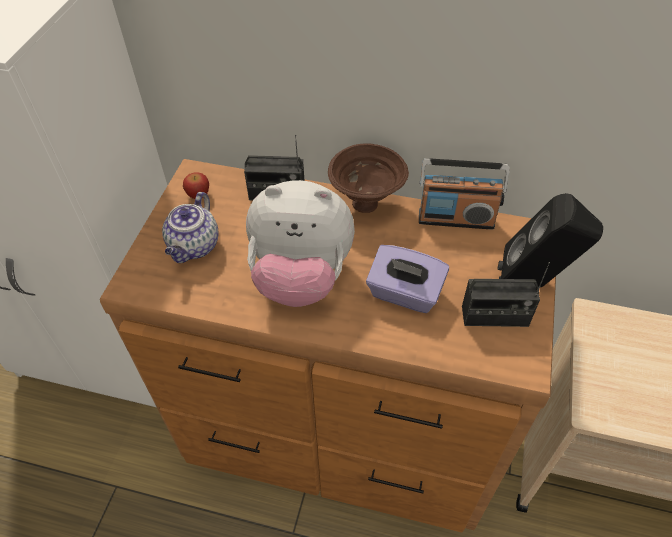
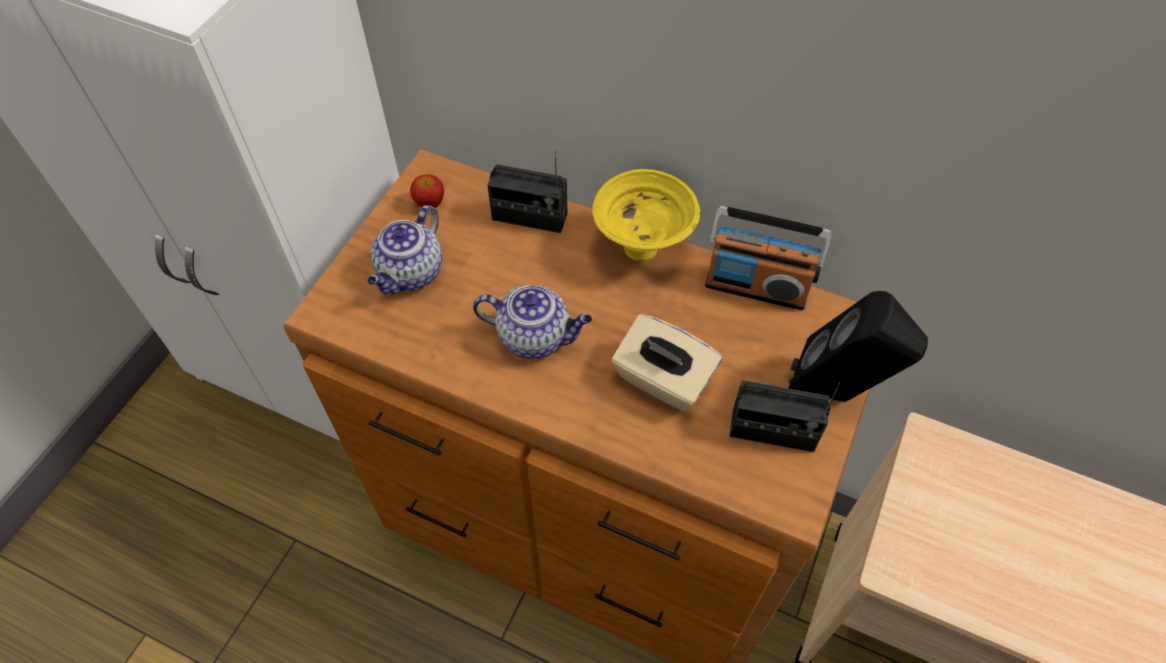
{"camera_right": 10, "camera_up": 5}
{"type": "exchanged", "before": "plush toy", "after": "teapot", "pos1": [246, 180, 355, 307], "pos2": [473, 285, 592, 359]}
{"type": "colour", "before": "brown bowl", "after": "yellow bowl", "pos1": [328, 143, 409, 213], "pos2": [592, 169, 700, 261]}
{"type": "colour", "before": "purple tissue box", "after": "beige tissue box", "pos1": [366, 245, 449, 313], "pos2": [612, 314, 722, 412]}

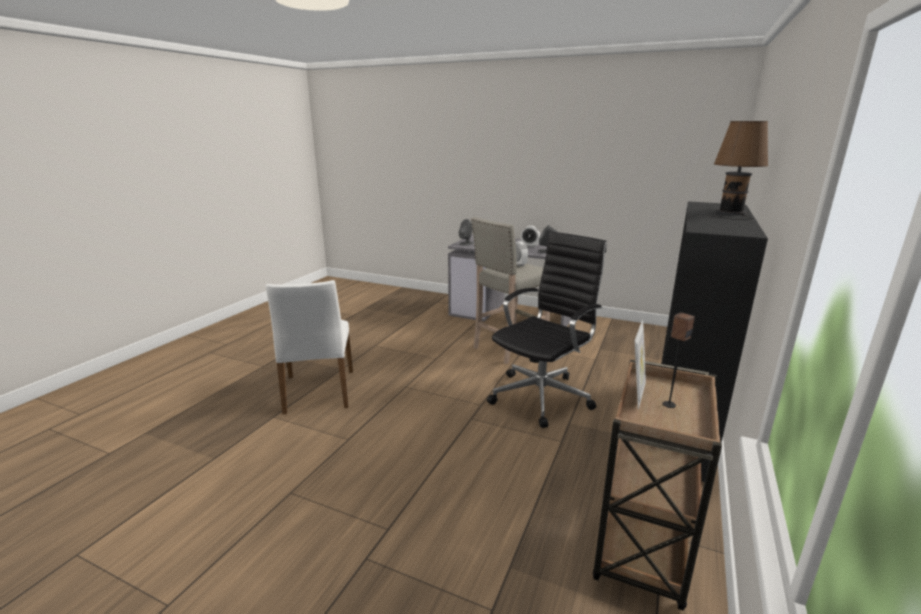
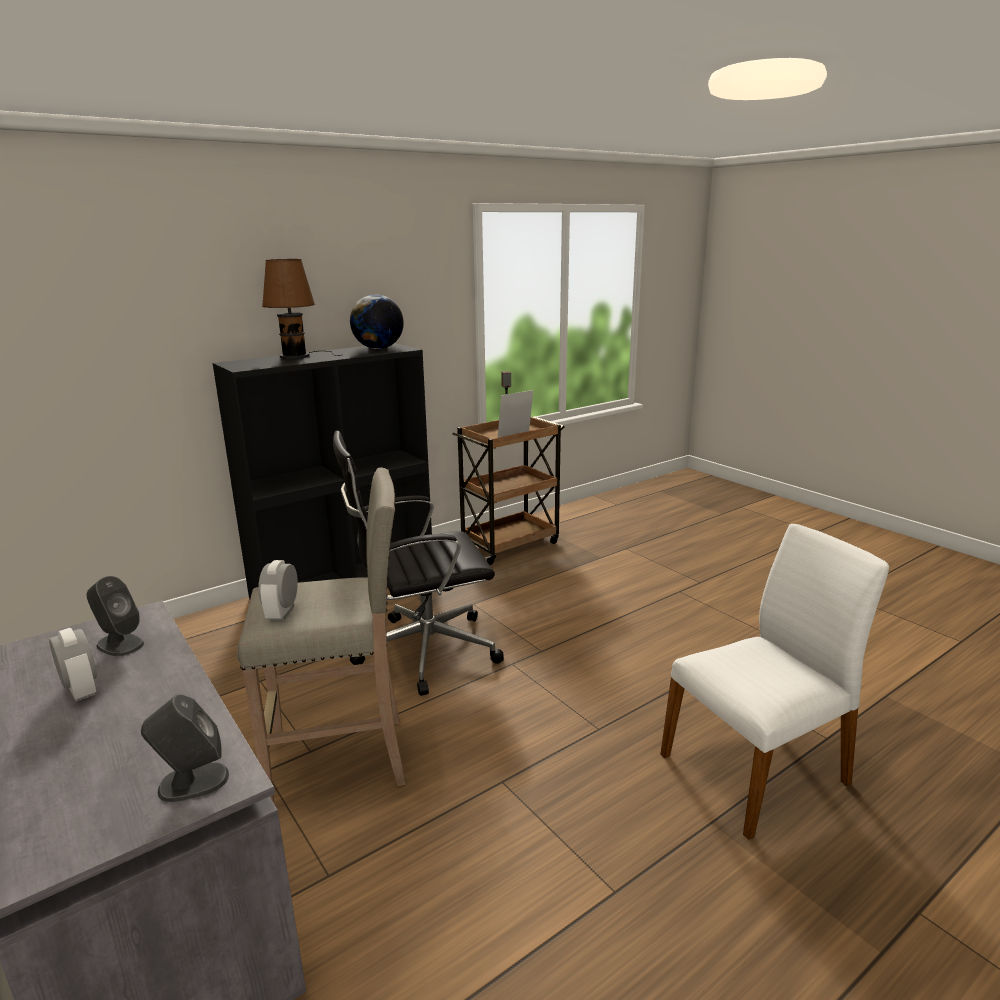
{"camera_right": -150, "camera_up": 0}
{"type": "appeared", "after": "globe", "pos2": [350, 294, 404, 349]}
{"type": "spun", "before": "white chair", "pos1": [266, 280, 353, 415], "pos2": [660, 524, 889, 840], "turn": 45}

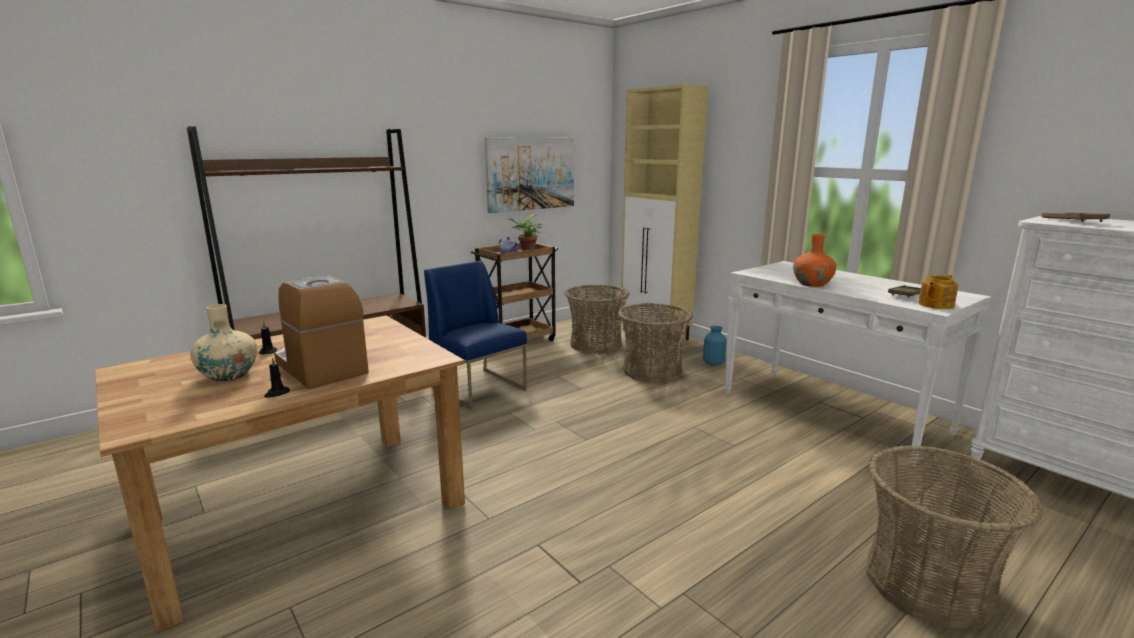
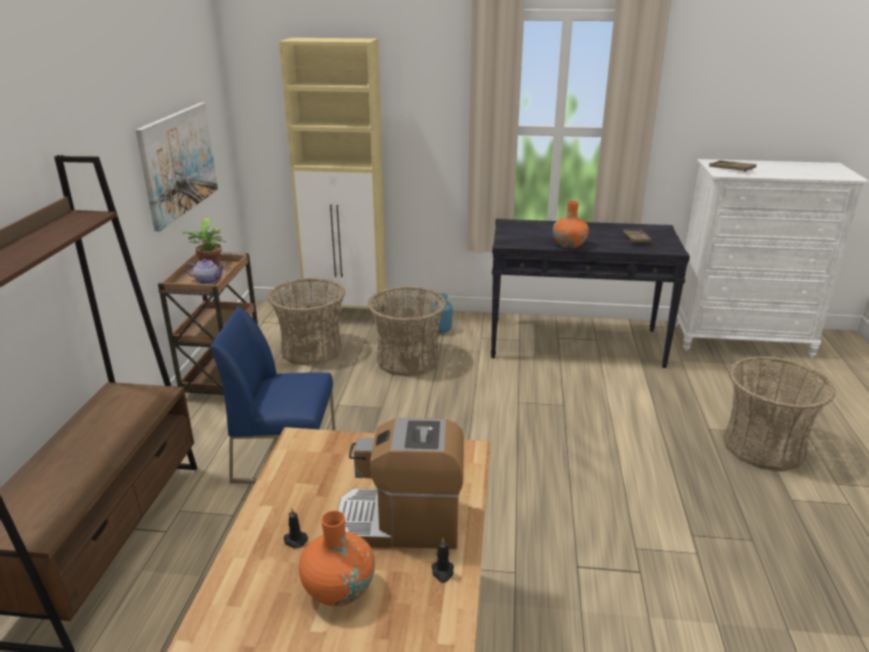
{"camera_right": -45, "camera_up": 10}
{"type": "missing", "before": "teapot", "pos1": [918, 274, 959, 309]}
{"type": "colour", "before": "beige vase", "after": "orange vase", "pos1": [190, 304, 257, 381], "pos2": [299, 511, 375, 606]}
{"type": "colour", "before": "white console table", "after": "black console table", "pos1": [724, 261, 992, 466], "pos2": [491, 219, 690, 368]}

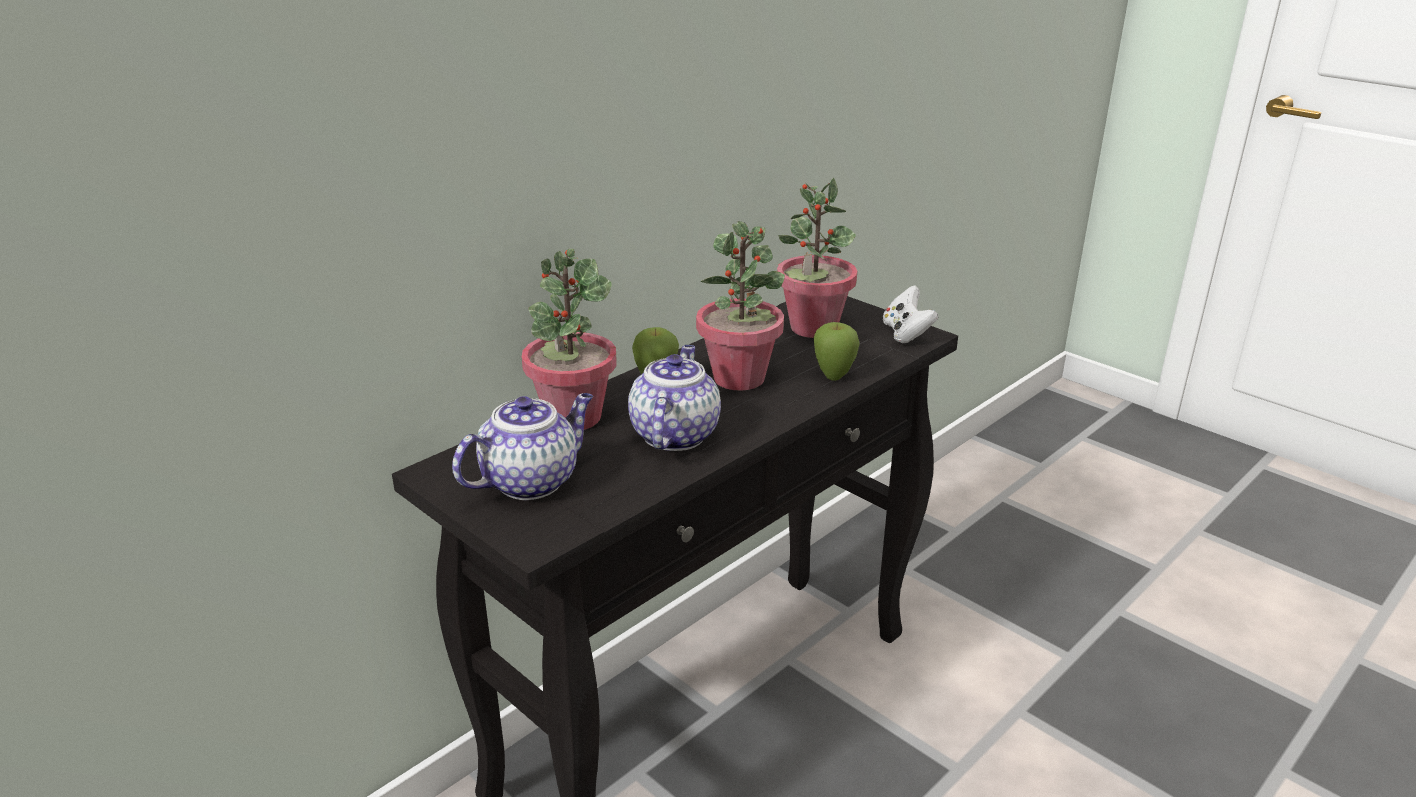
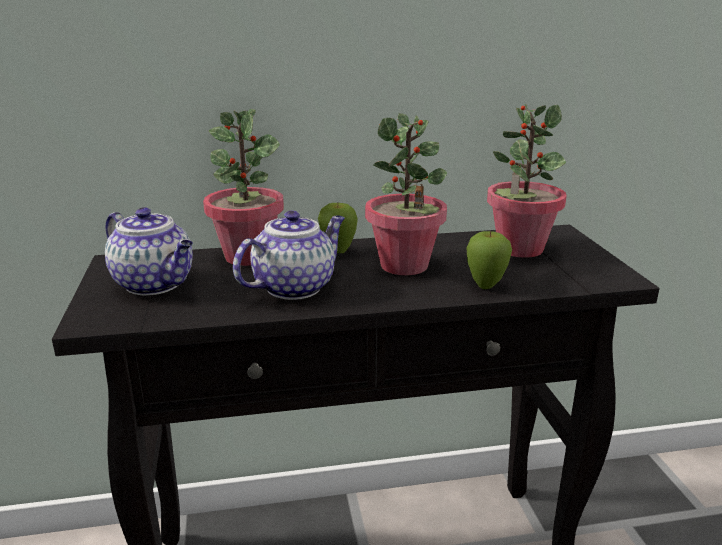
{"camera_right": 35, "camera_up": -5}
{"type": "missing", "before": "white game controller", "pos1": [883, 286, 939, 343]}
{"type": "spun", "before": "teapot", "pos1": [452, 393, 593, 500], "pos2": [105, 207, 193, 295], "turn": 45}

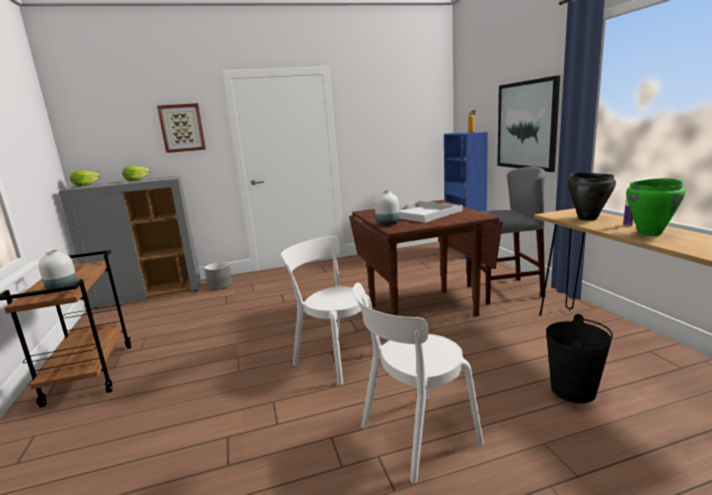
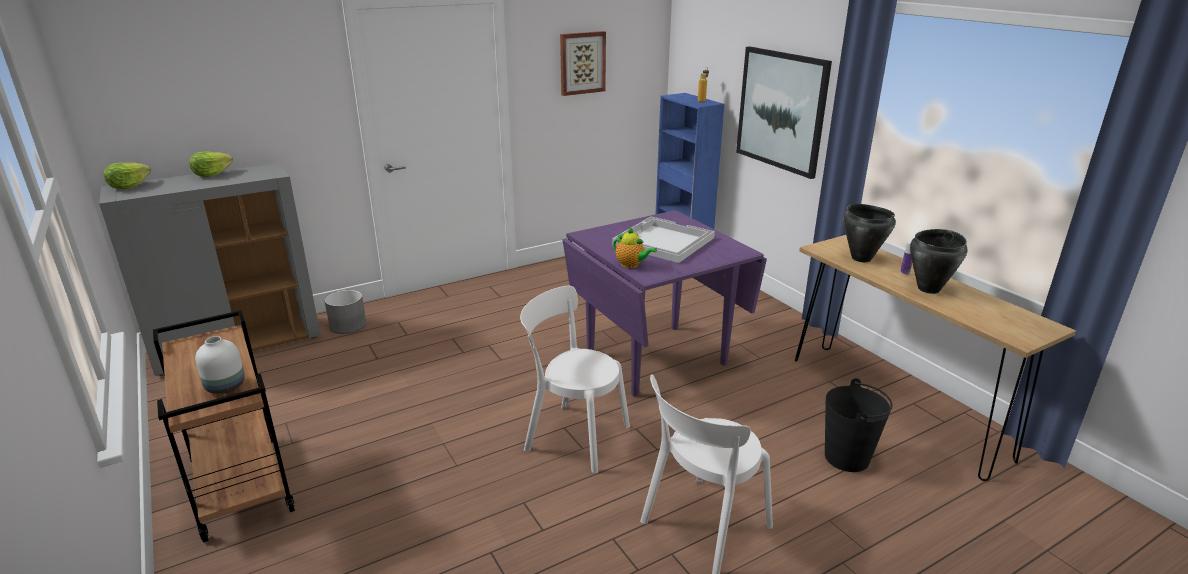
{"camera_right": -15, "camera_up": 10}
{"type": "missing", "before": "grey stool", "pos1": [467, 167, 546, 305]}
{"type": "relocated", "before": "picture", "pos1": [157, 103, 206, 153], "pos2": [560, 31, 606, 96]}
{"type": "exchanged", "before": "white vase", "after": "teapot", "pos1": [375, 190, 399, 226], "pos2": [613, 227, 657, 268]}
{"type": "colour", "before": "brown dining table", "after": "purple dining table", "pos1": [349, 200, 503, 317], "pos2": [562, 210, 767, 397]}
{"type": "colour", "before": "green cooking pot", "after": "black cooking pot", "pos1": [626, 178, 685, 236], "pos2": [910, 229, 967, 294]}

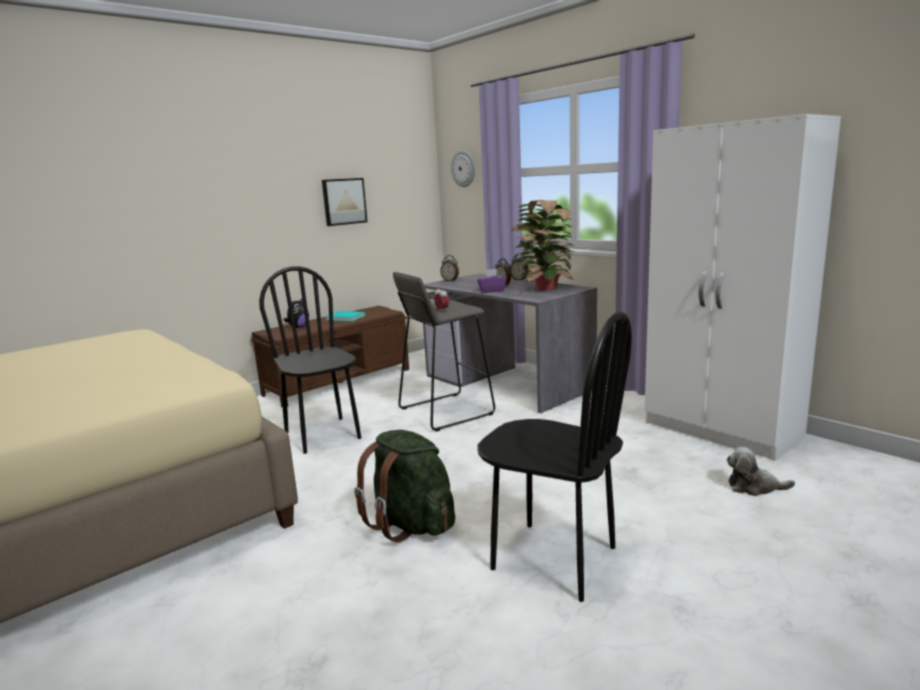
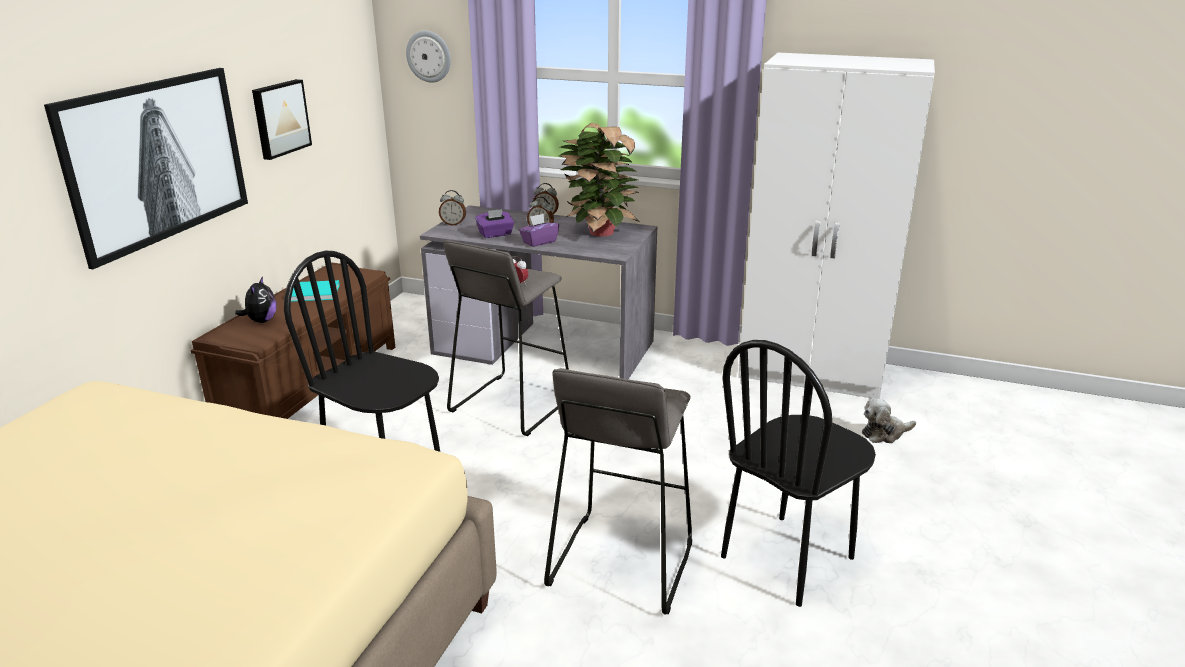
{"camera_right": -30, "camera_up": 10}
{"type": "appeared", "after": "picture", "pos2": [44, 68, 248, 269]}
{"type": "appeared", "after": "purple tissue box", "pos2": [475, 209, 514, 238]}
{"type": "exchanged", "before": "green backpack", "after": "grey stool", "pos1": [354, 430, 455, 542], "pos2": [544, 368, 692, 614]}
{"type": "spun", "before": "black chair", "pos1": [477, 311, 632, 602], "pos2": [721, 340, 876, 607], "turn": 135}

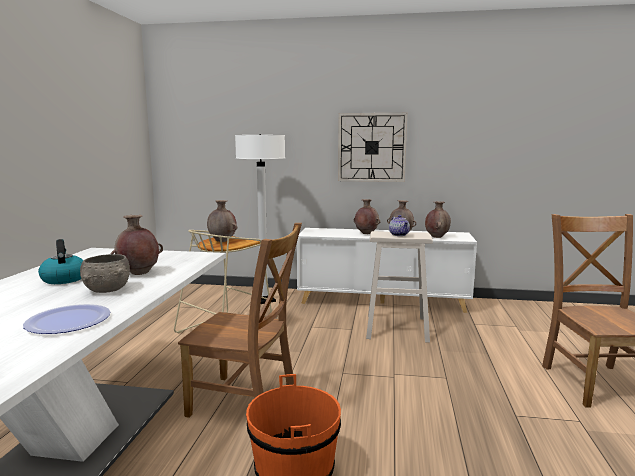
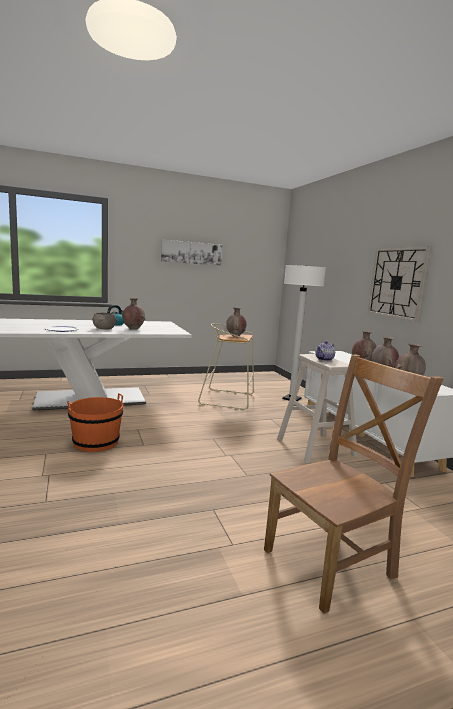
{"camera_right": 60, "camera_up": 0}
{"type": "missing", "before": "brown chair", "pos1": [178, 223, 302, 418]}
{"type": "appeared", "after": "picture", "pos2": [161, 240, 222, 266]}

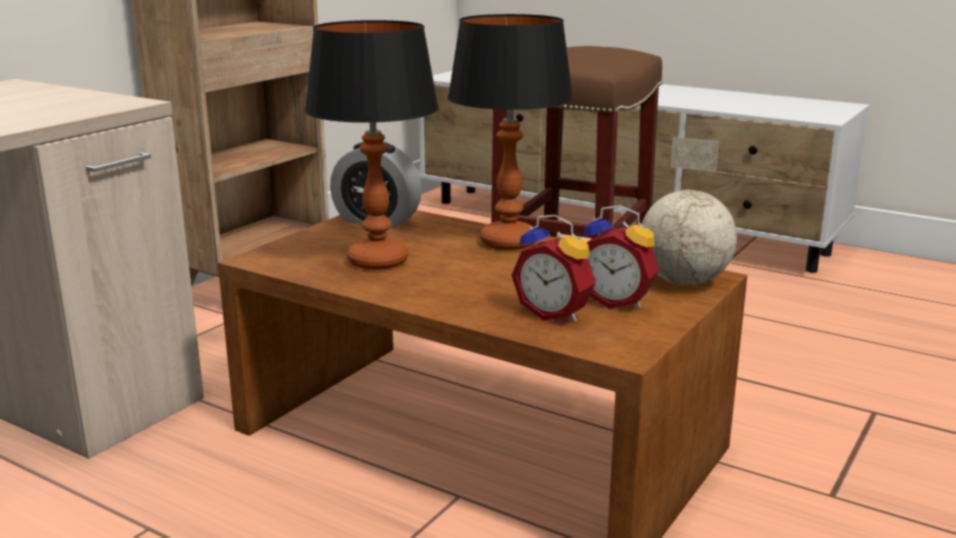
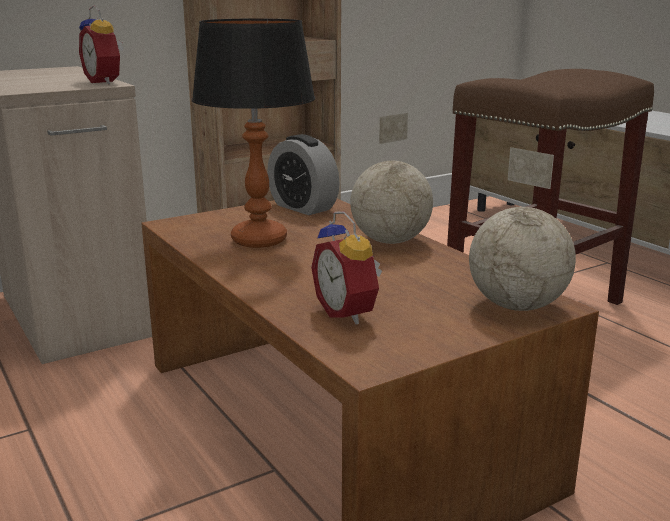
{"camera_right": 25, "camera_up": 0}
{"type": "relocated", "before": "alarm clock", "pos1": [583, 205, 659, 309], "pos2": [79, 5, 124, 84]}
{"type": "exchanged", "before": "table lamp", "after": "globe", "pos1": [448, 14, 574, 250], "pos2": [350, 113, 433, 244]}

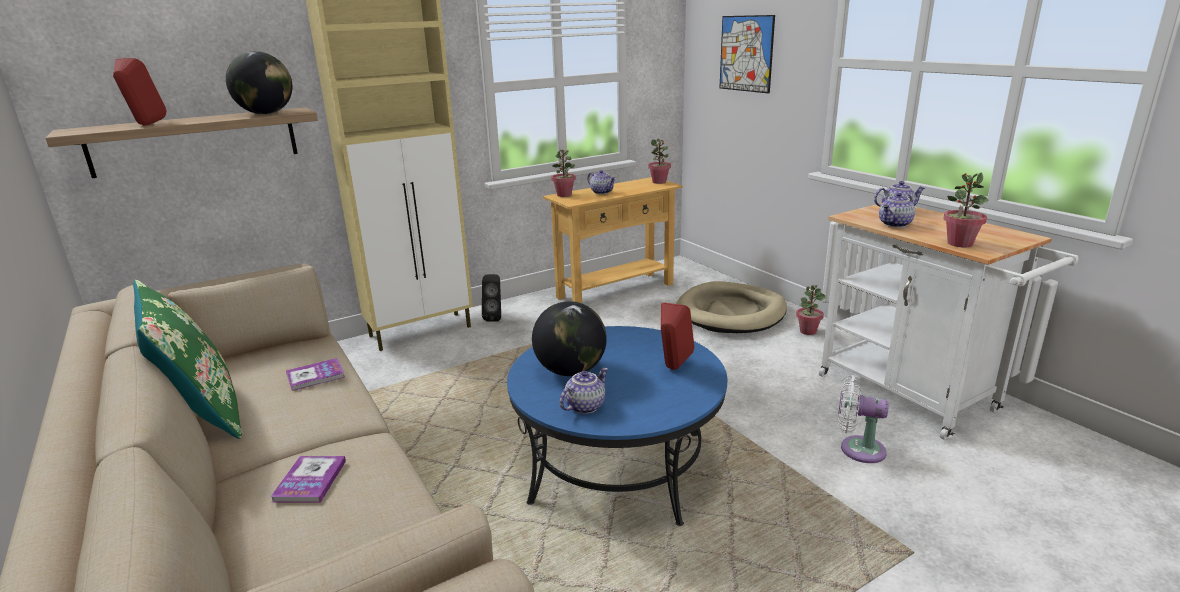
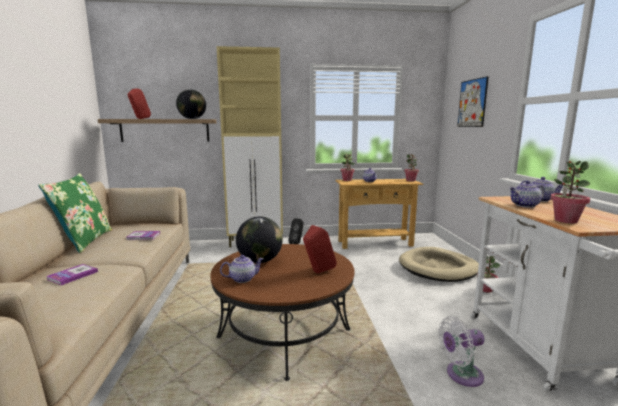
{"camera_right": 25, "camera_up": -10}
{"type": "colour", "before": "blue coffee table", "after": "brown coffee table", "pos1": [507, 326, 727, 526], "pos2": [210, 244, 355, 381]}
{"type": "spun", "before": "white fan", "pos1": [838, 375, 889, 463], "pos2": [438, 316, 485, 387], "turn": -60}

